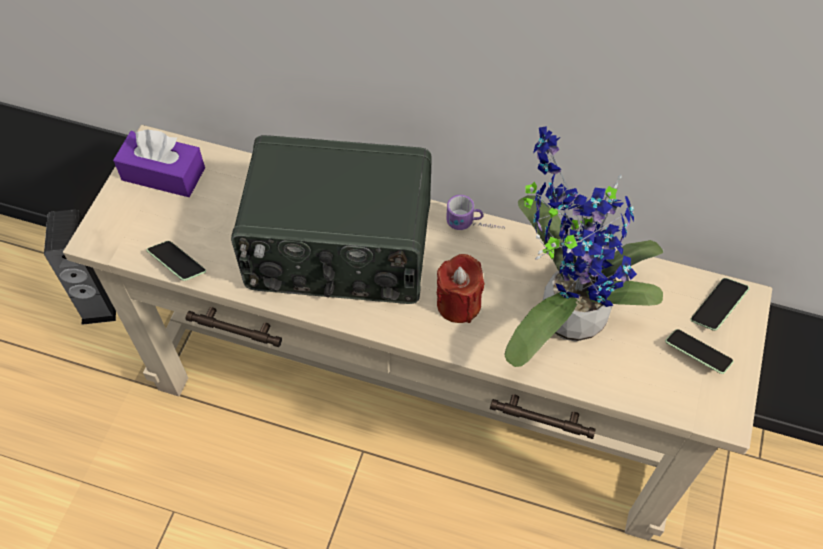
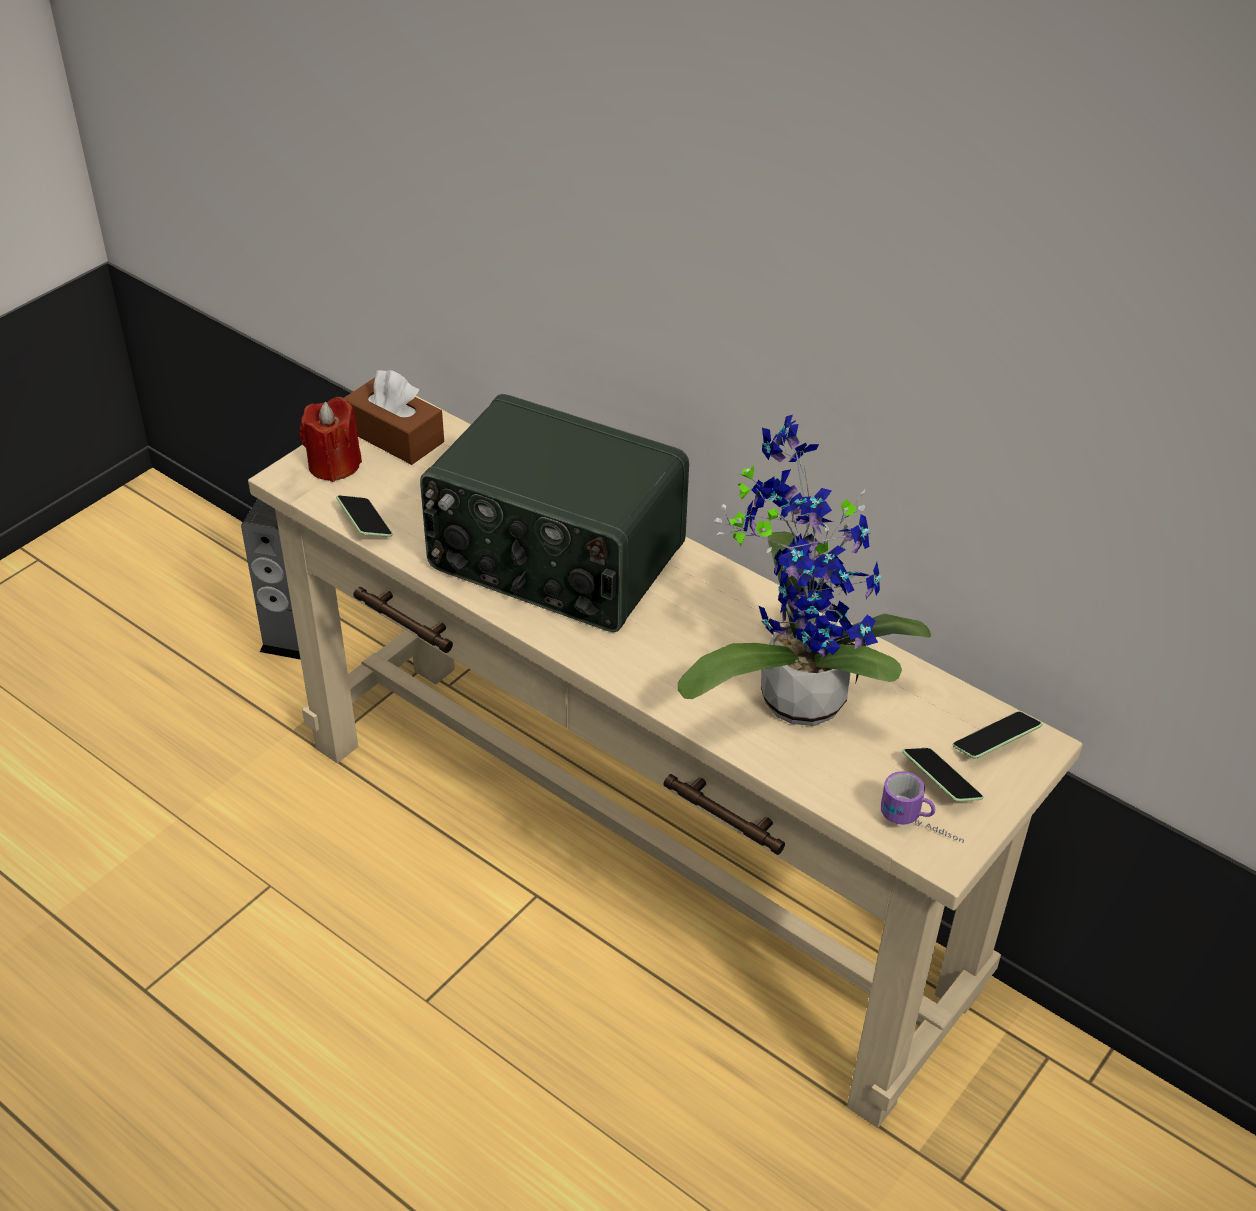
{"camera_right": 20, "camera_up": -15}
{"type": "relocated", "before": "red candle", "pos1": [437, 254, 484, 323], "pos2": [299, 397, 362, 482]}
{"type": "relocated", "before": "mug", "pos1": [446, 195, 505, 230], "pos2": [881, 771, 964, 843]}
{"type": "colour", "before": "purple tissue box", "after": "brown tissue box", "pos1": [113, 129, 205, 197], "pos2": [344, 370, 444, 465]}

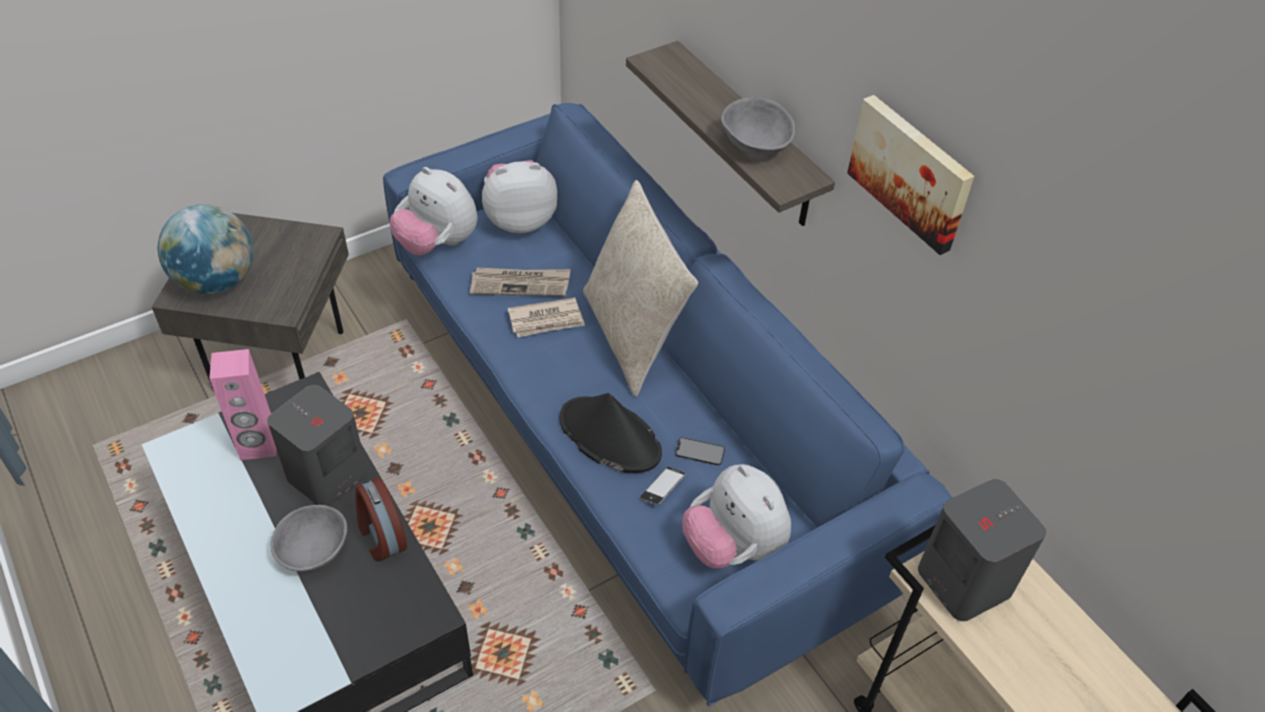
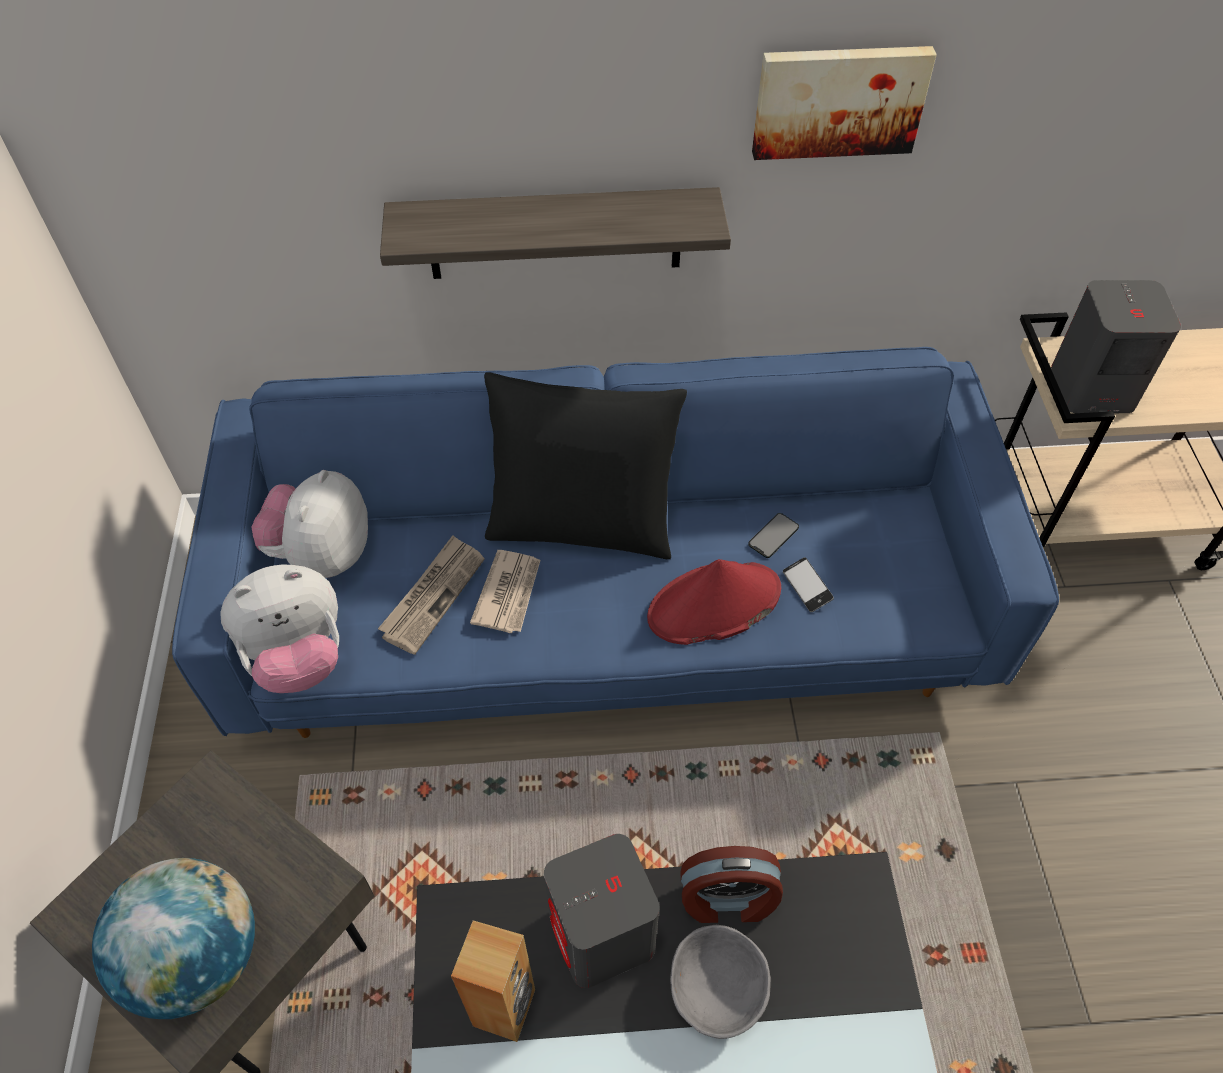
{"camera_right": -60, "camera_up": 5}
{"type": "missing", "before": "plush toy", "pos1": [682, 464, 791, 569]}
{"type": "missing", "before": "grey bowl", "pos1": [721, 98, 795, 156]}
{"type": "colour", "before": "pink speaker", "after": "brown speaker", "pos1": [209, 349, 277, 460], "pos2": [451, 920, 535, 1042]}
{"type": "colour", "before": "black hat", "after": "red hat", "pos1": [560, 393, 662, 473], "pos2": [647, 559, 781, 645]}
{"type": "colour", "before": "beige pillow", "after": "black pillow", "pos1": [583, 180, 698, 397], "pos2": [484, 372, 687, 559]}

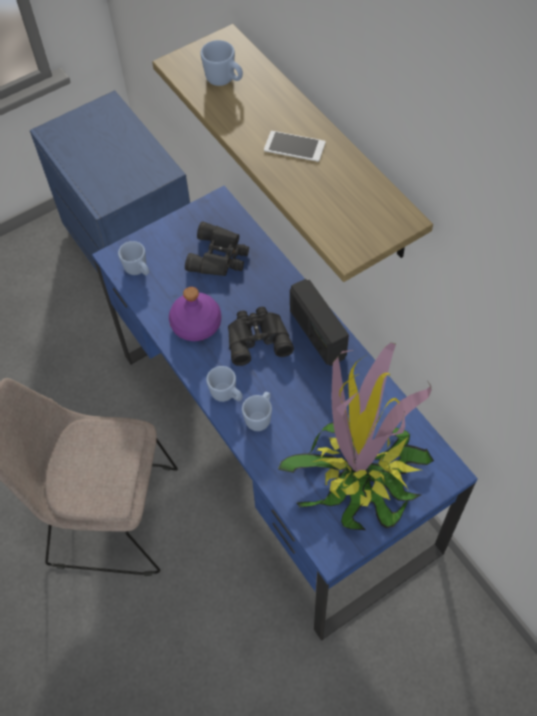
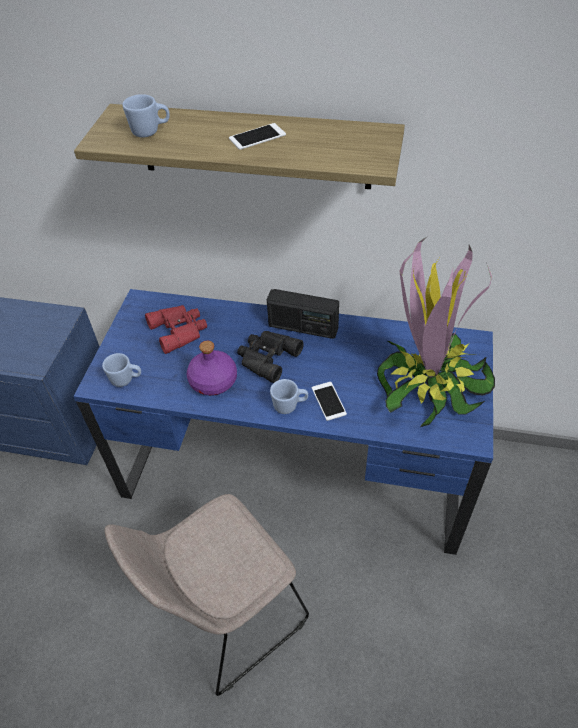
{"camera_right": -45, "camera_up": -10}
{"type": "exchanged", "before": "blue mug", "after": "phone", "pos1": [242, 392, 272, 431], "pos2": [312, 382, 347, 421]}
{"type": "colour", "before": "black binoculars", "after": "red binoculars", "pos1": [185, 221, 249, 276], "pos2": [145, 305, 207, 354]}

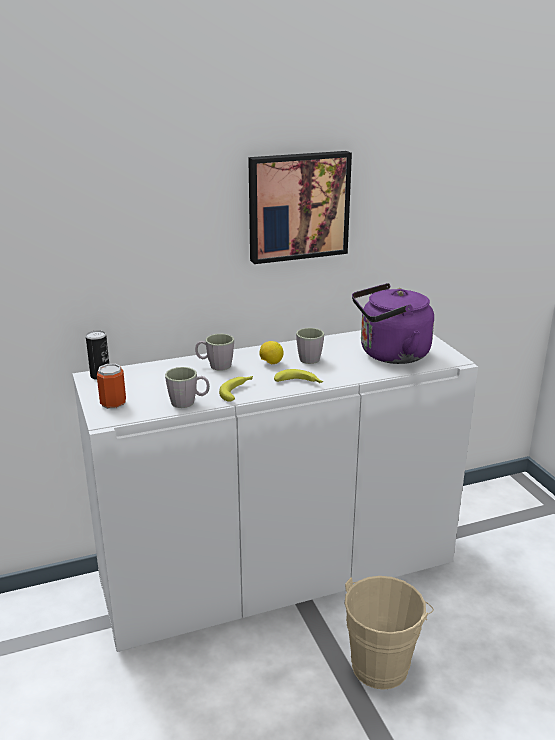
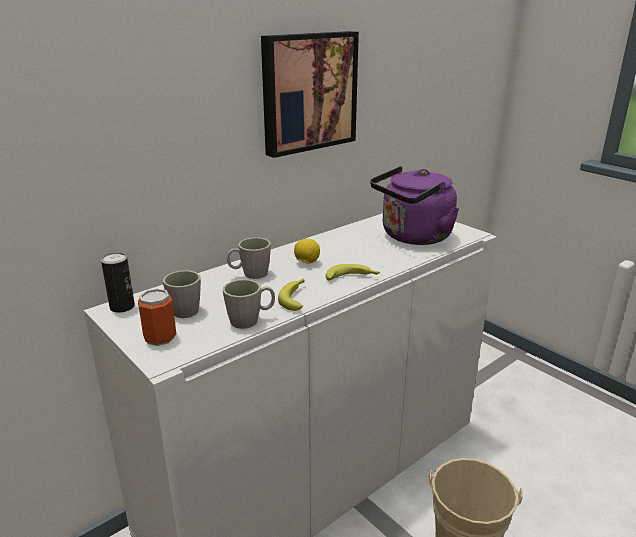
{"camera_right": -20, "camera_up": 0}
{"type": "relocated", "before": "grey mug", "pos1": [296, 328, 324, 364], "pos2": [163, 270, 201, 318]}

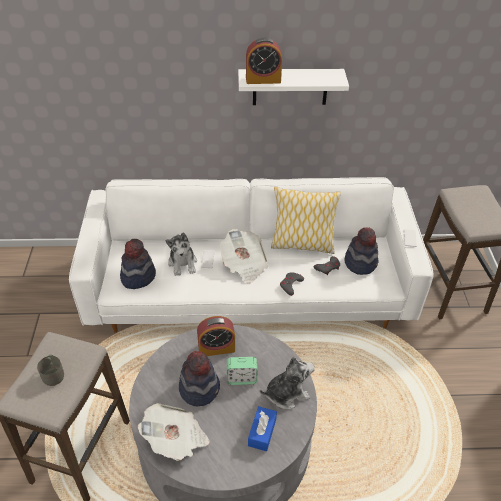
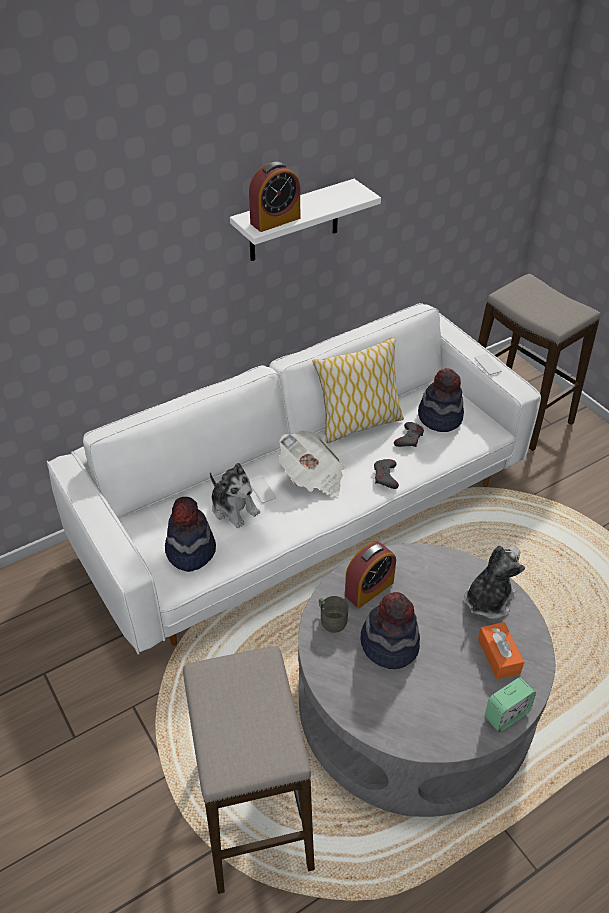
{"camera_right": -30, "camera_up": 0}
{"type": "missing", "before": "newspaper", "pos1": [138, 403, 210, 461]}
{"type": "relocated", "before": "grey mug", "pos1": [37, 354, 64, 386], "pos2": [319, 596, 348, 633]}
{"type": "relocated", "before": "alarm clock", "pos1": [227, 357, 258, 385], "pos2": [485, 677, 536, 732]}
{"type": "colour", "before": "blue tissue box", "after": "orange tissue box", "pos1": [248, 406, 277, 451], "pos2": [478, 622, 524, 679]}

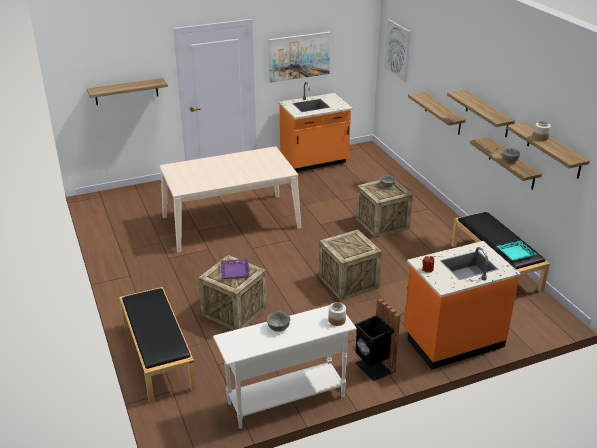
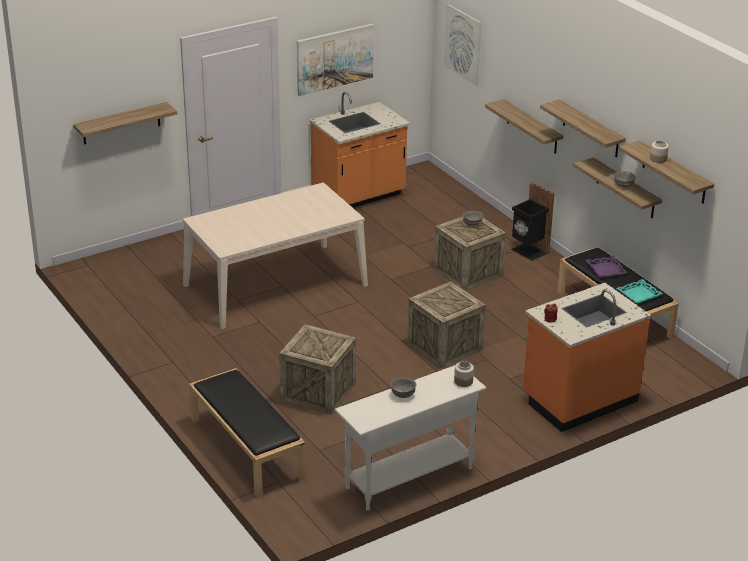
{"camera_right": -10, "camera_up": 0}
{"type": "relocated", "before": "purple tray", "pos1": [221, 259, 250, 279], "pos2": [586, 256, 627, 278]}
{"type": "relocated", "before": "black trash can", "pos1": [355, 298, 401, 382], "pos2": [511, 182, 555, 261]}

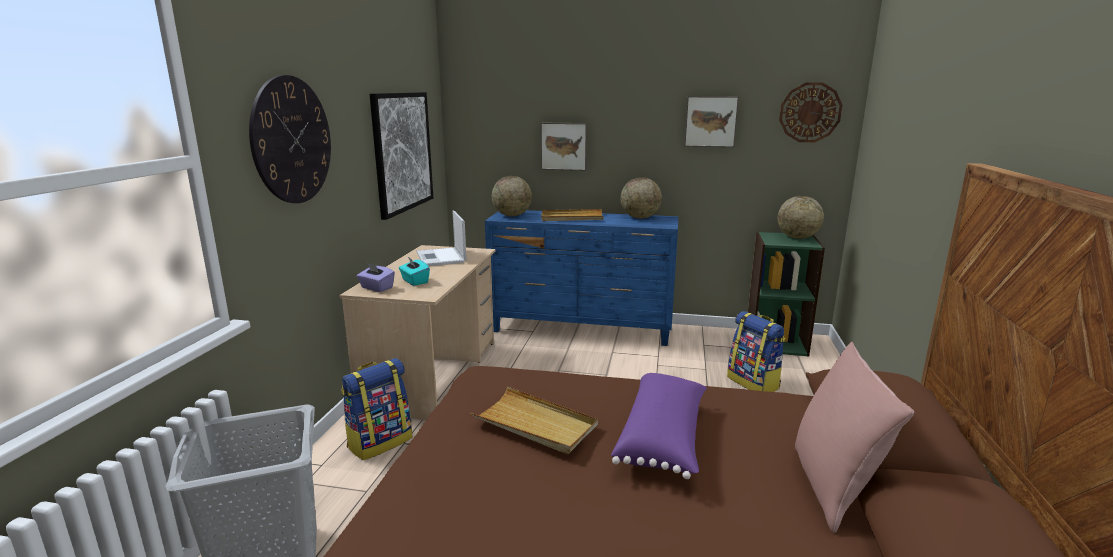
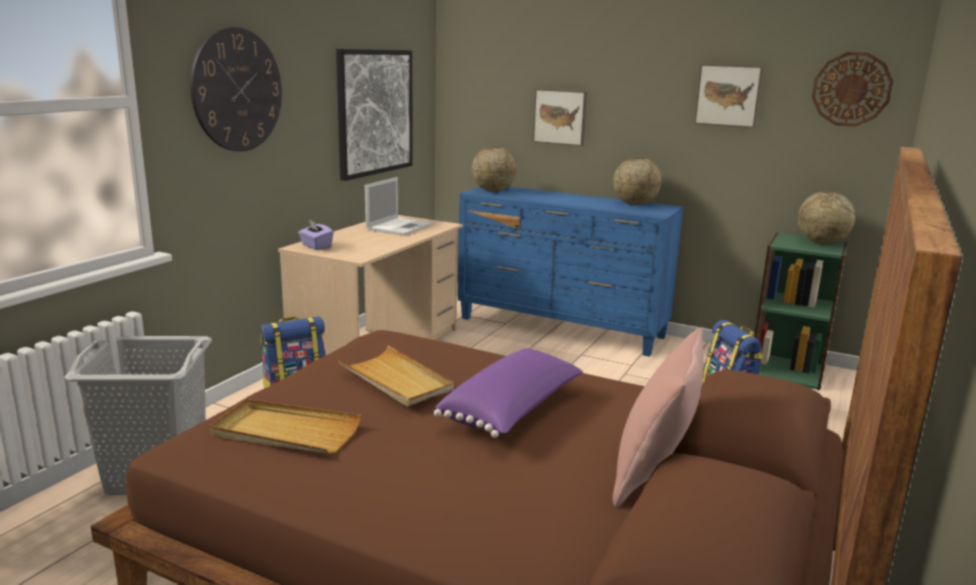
{"camera_right": 15, "camera_up": 0}
{"type": "missing", "before": "turquoise tissue box", "pos1": [399, 257, 430, 286]}
{"type": "relocated", "before": "beige tray", "pos1": [541, 209, 603, 221], "pos2": [210, 399, 361, 454]}
{"type": "spun", "before": "laptop", "pos1": [416, 211, 467, 266], "pos2": [365, 177, 433, 236], "turn": -150}

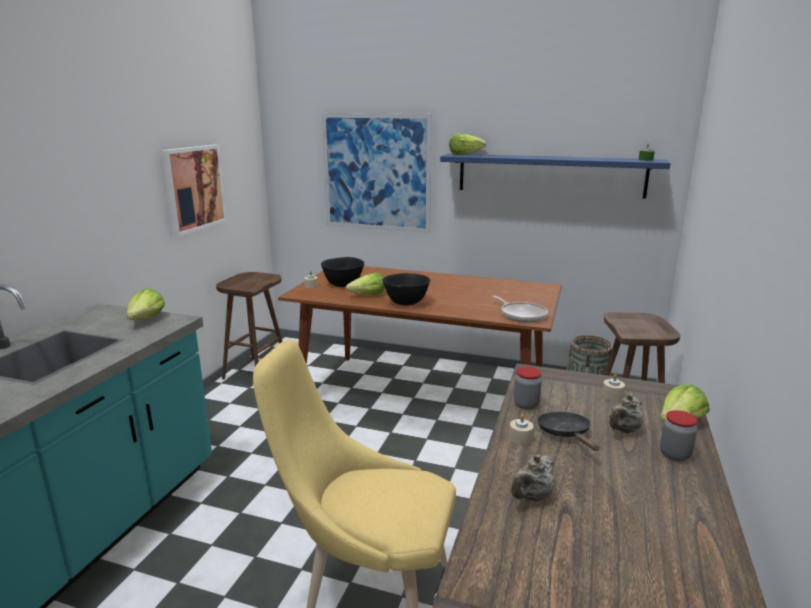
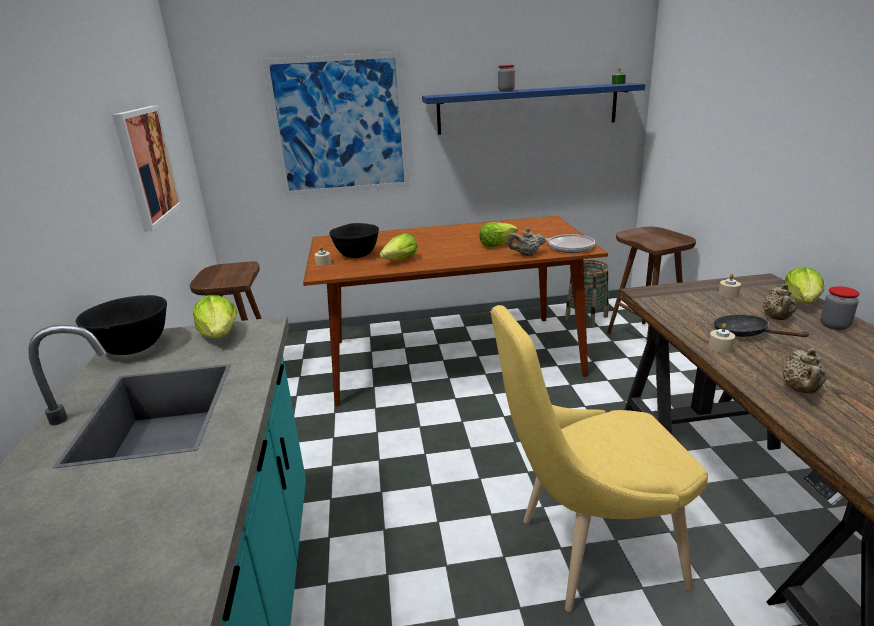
{"camera_right": -25, "camera_up": 5}
{"type": "appeared", "after": "beige teapot", "pos2": [508, 228, 546, 256]}
{"type": "relocated", "before": "black bowl", "pos1": [382, 273, 430, 305], "pos2": [76, 295, 167, 355]}
{"type": "relocated", "before": "lettuce", "pos1": [449, 133, 486, 155], "pos2": [479, 222, 518, 247]}
{"type": "relocated", "before": "jar", "pos1": [514, 367, 542, 410], "pos2": [498, 65, 515, 92]}

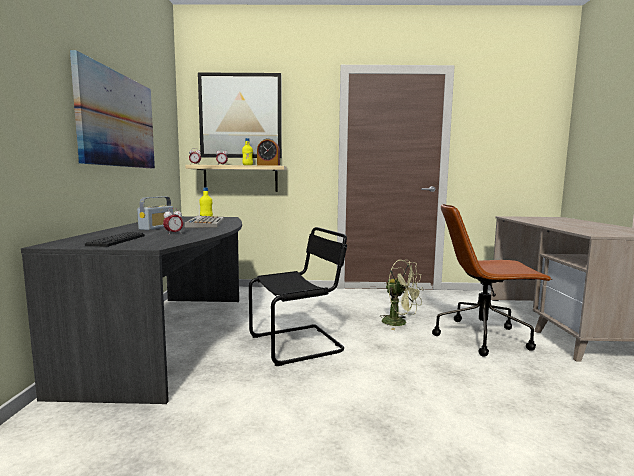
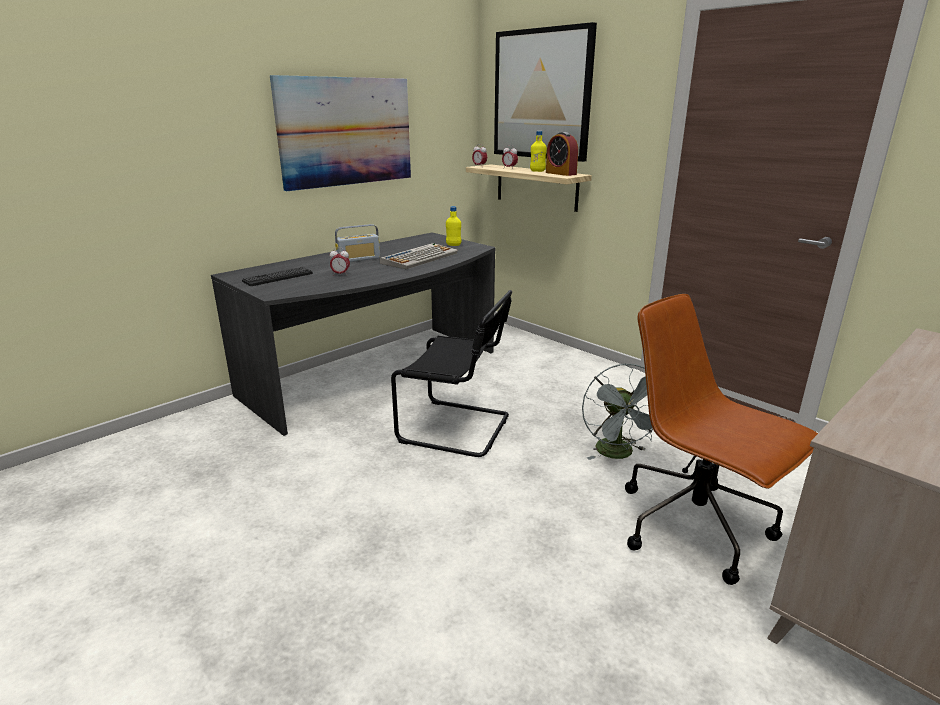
{"camera_right": 45, "camera_up": 15}
{"type": "colour", "before": "green fan", "after": "grey fan", "pos1": [380, 260, 423, 330], "pos2": [582, 363, 653, 460]}

